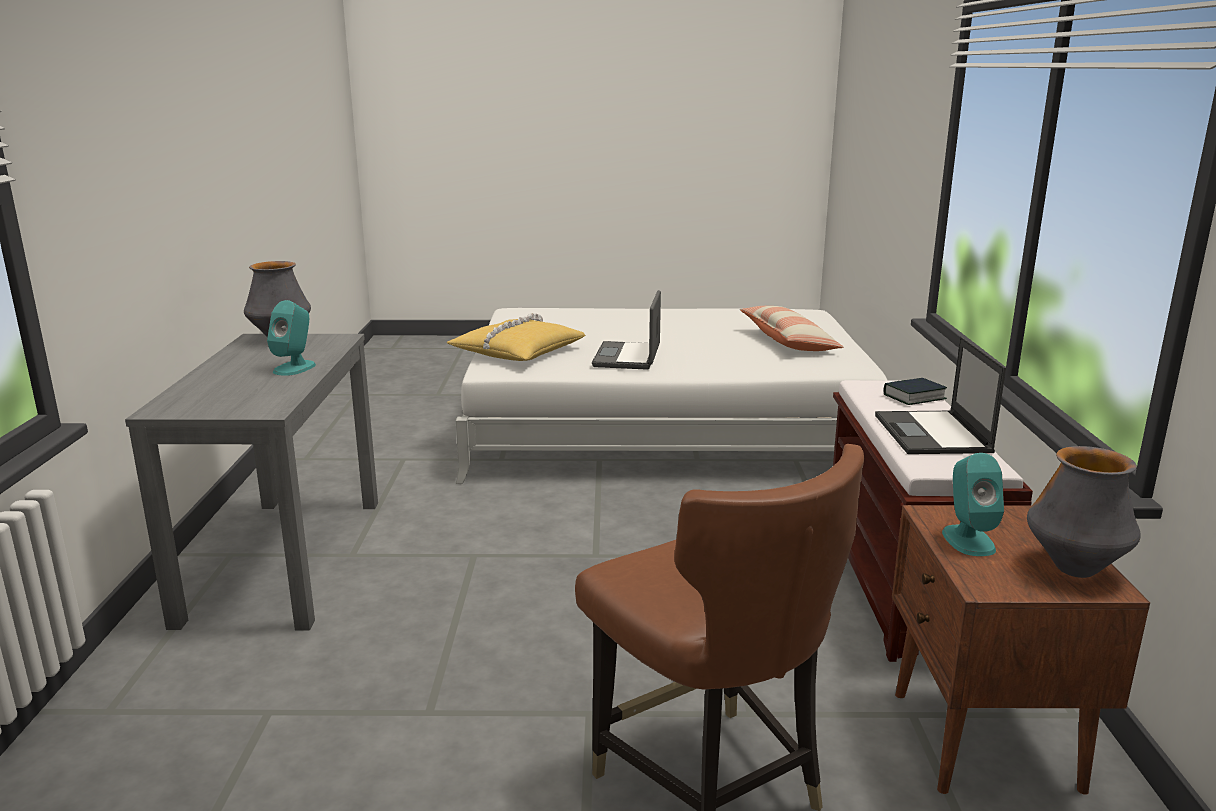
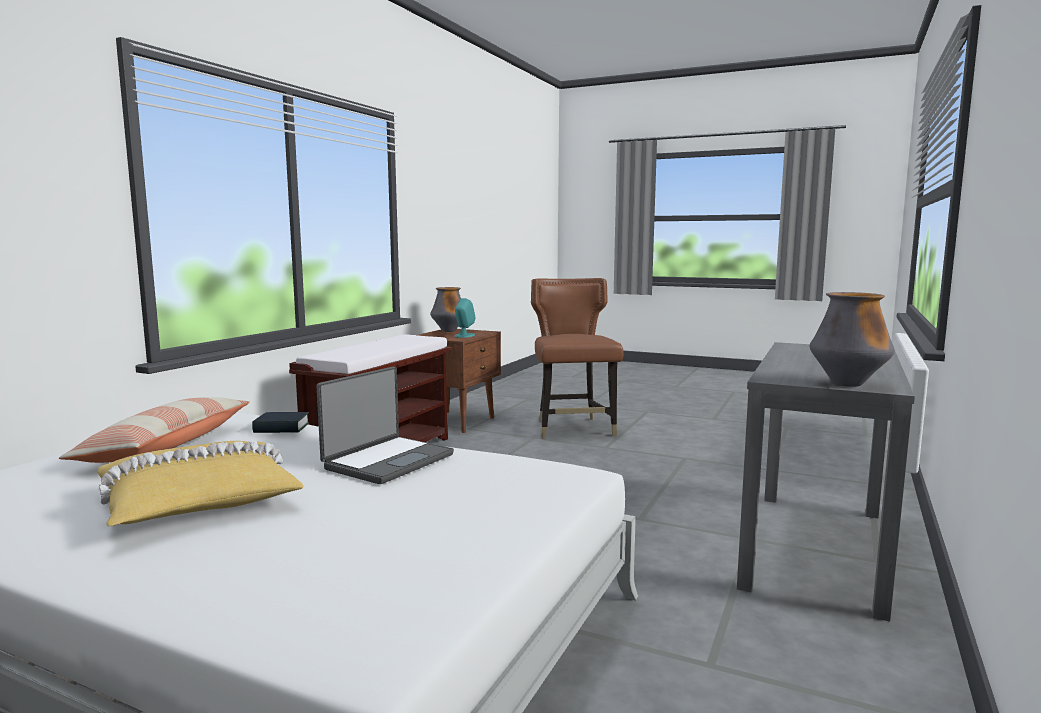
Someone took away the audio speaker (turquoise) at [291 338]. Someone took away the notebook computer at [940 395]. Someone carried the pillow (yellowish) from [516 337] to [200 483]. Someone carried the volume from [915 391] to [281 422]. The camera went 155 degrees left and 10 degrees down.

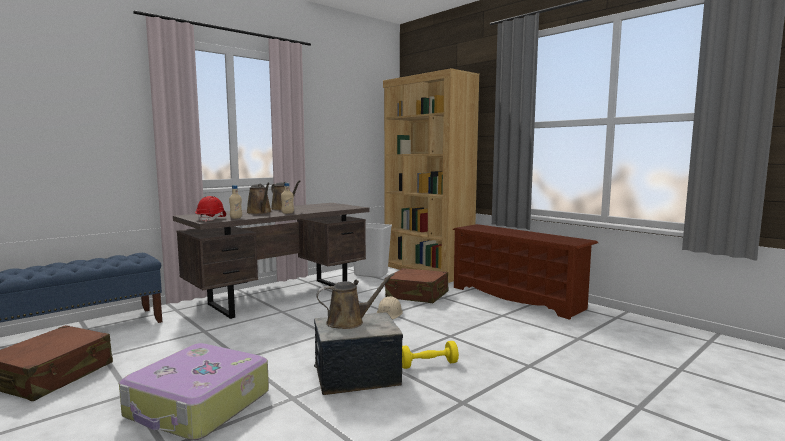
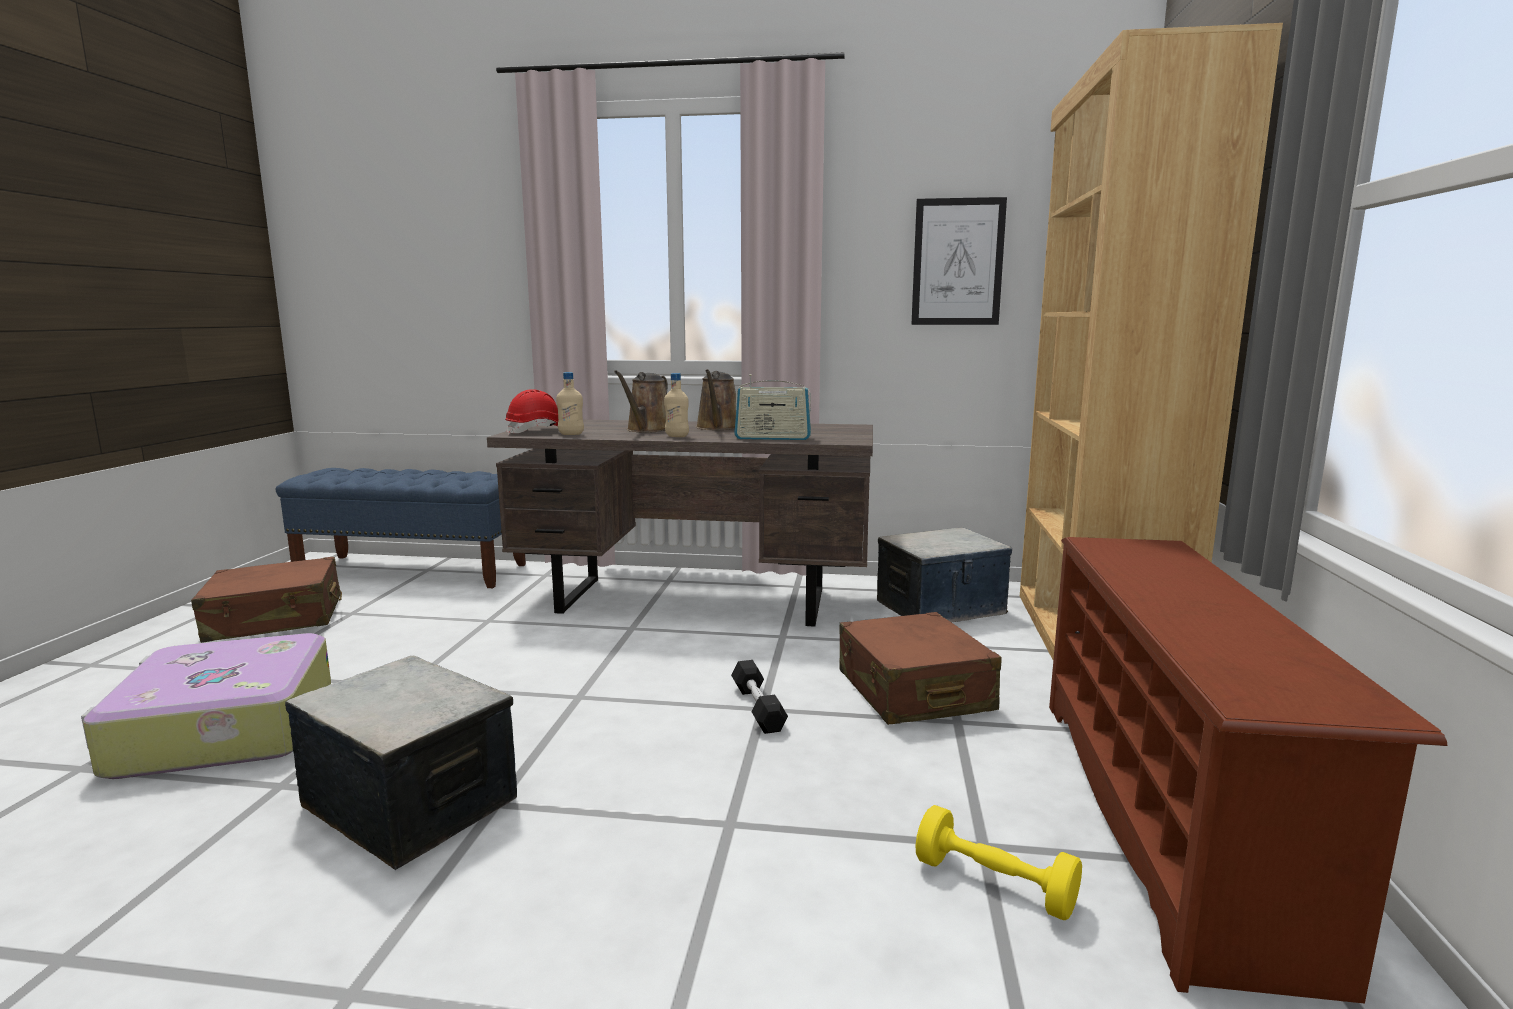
Someone took away the watering can (brown) at [355 301]. Someone put down the radio set at [772 407]. Someone put up the wall picture at [959 261]. Someone carried the dumbbell (yellowish) from [430 355] to [998 862]. Someone swapped the waste bin (white) at [372 250] for the storage bin at [944 574]. Someone swapped the hard hat (beige) at [390 308] for the dumbbell (black) at [759 697]. The camera went 50 degrees right and 5 degrees up.

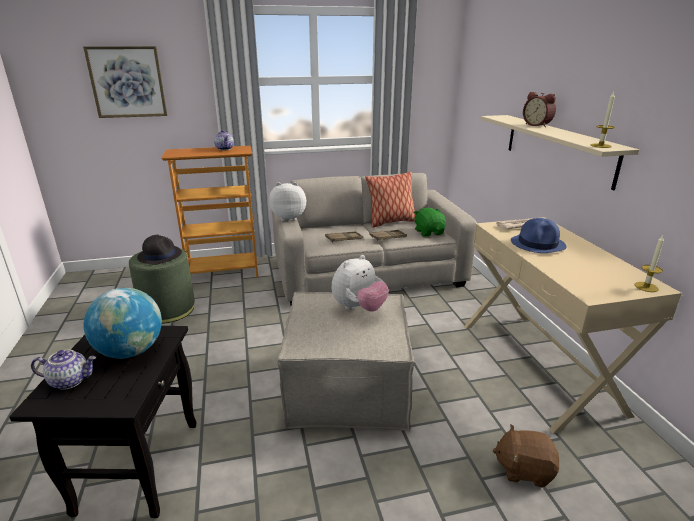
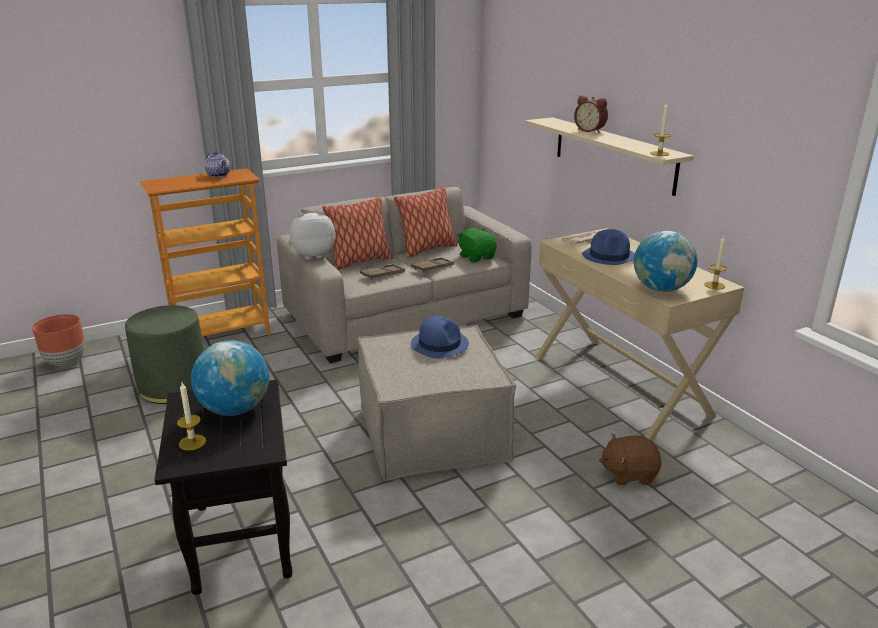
Someone took away the wall picture at [125 82]. Someone took away the clothing hat (black) at [159 250]. Someone put down the flower pot (brown) at [58 340]. Someone put down the pillow at [357 233]. Someone put down the globe at [666 261]. Someone swapped the tea pot at [63 370] for the wax candle at [191 417]. Someone swapped the soft toy at [360 283] for the clothing hat (blue) at [440 337]. The camera went 15 degrees left and 0 degrees up.

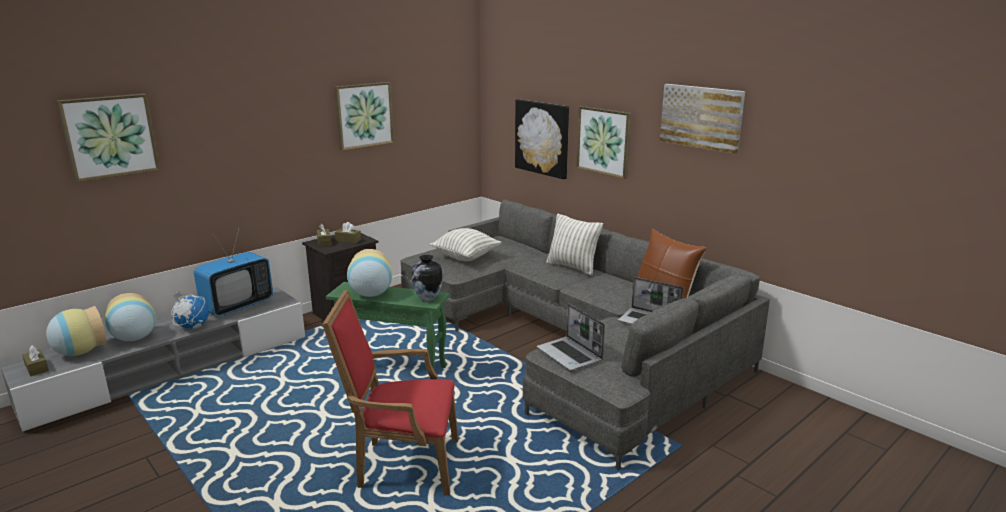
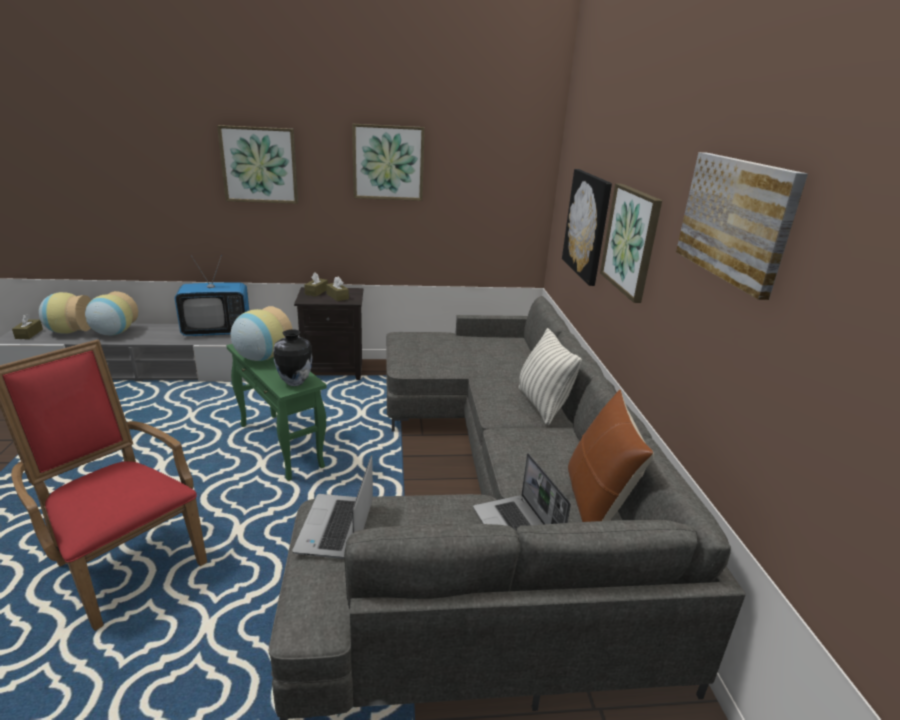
Someone took away the globe at [190 310]. Someone took away the pillow at [465 244]. Someone carried the wall picture from [108 138] to [257 164]. The camera went 35 degrees right and 5 degrees up.

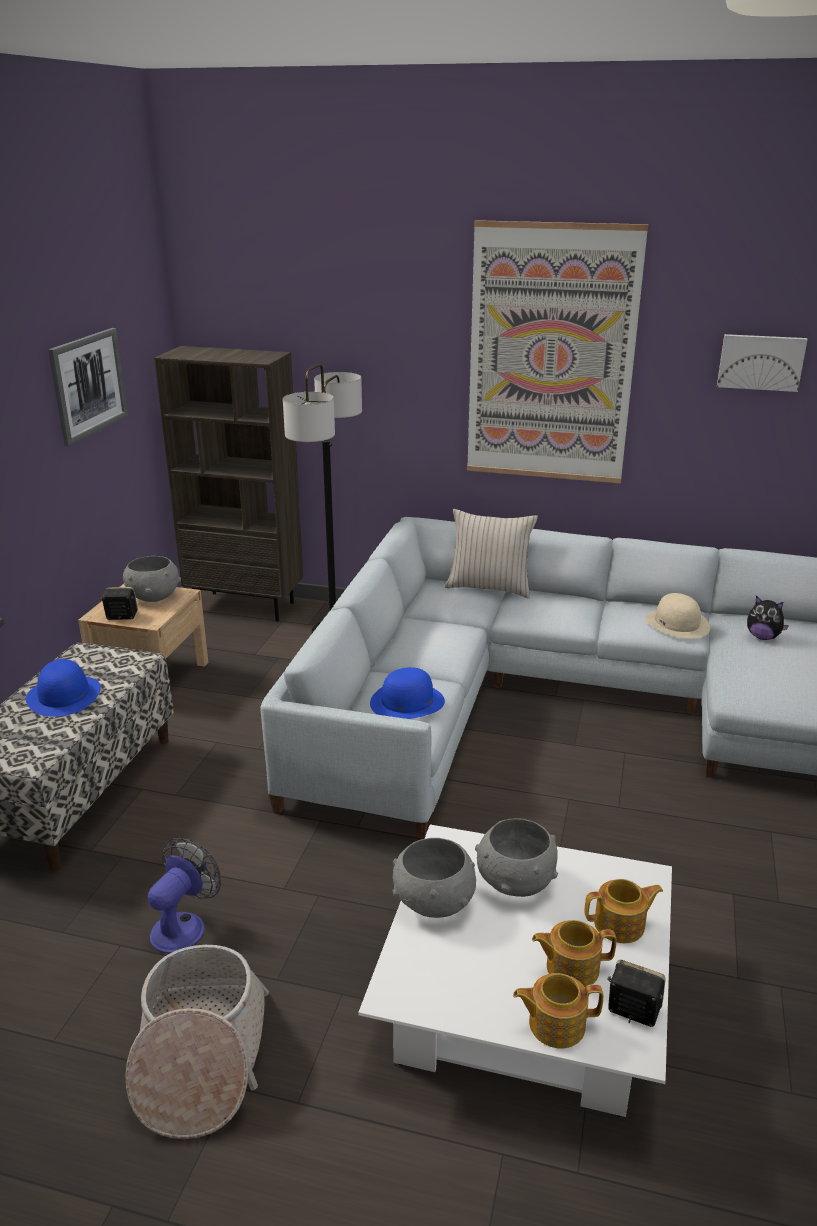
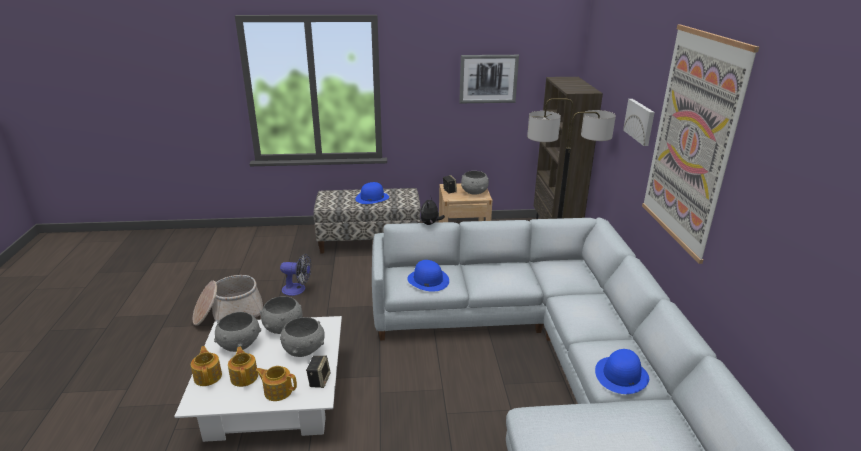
Someone took away the pillow (beige) at [491 553]. Someone put down the deep dish (greyish) at [237 332]. Someone carried the audio speaker from [636 993] to [318 372]. Someone carried the wall picture from [762 363] to [639 122]. Someone carried the soft toy from [768 618] to [432 210]. Someone repainted the clothing hat (beige) at [677 616], which became the clothing hat (blue) at [622 371]. Someone rotated the tea pot at [624 911] by 135 degrees clockwise. The camera went 70 degrees right and 0 degrees up.

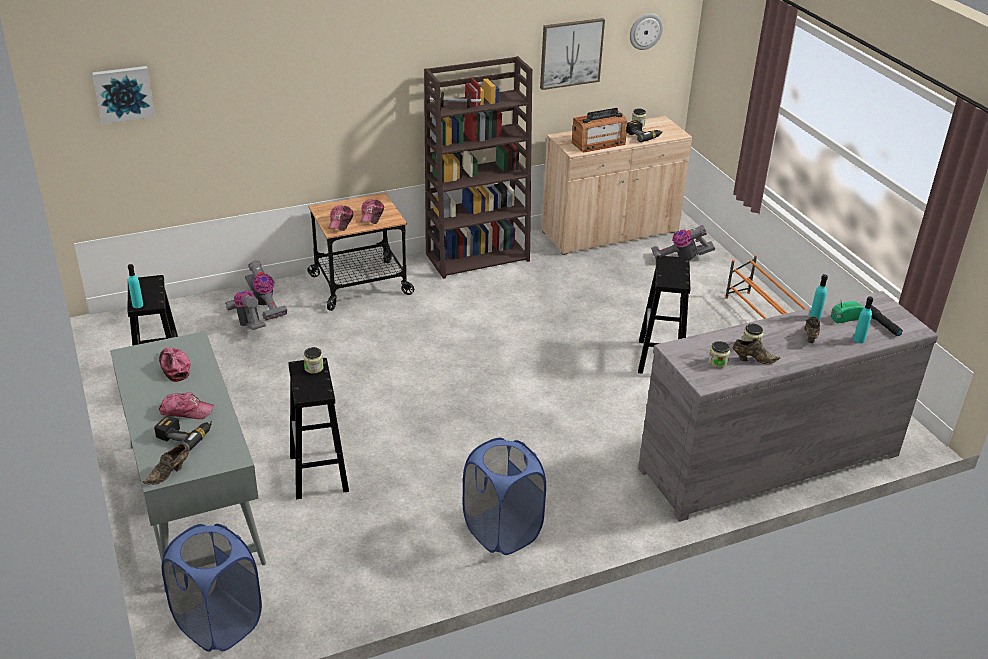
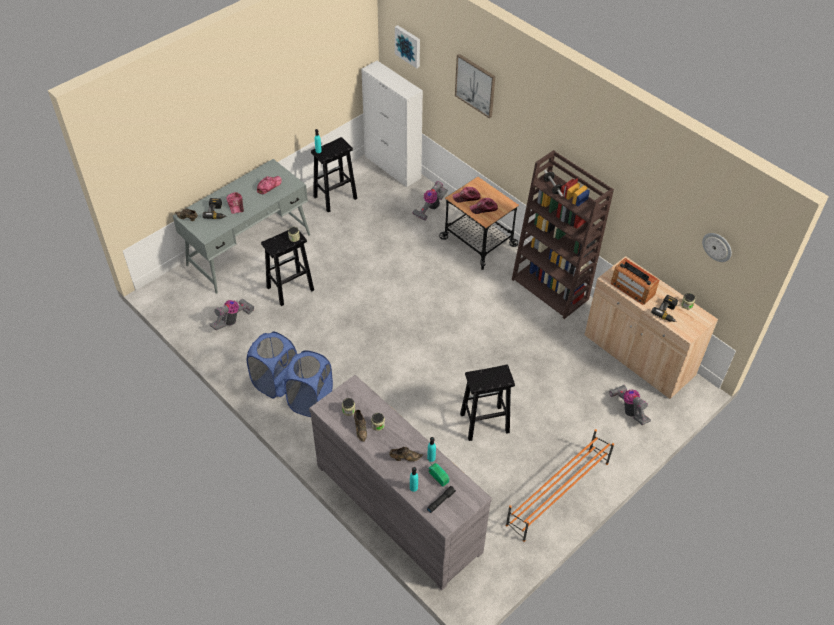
Someone put down the cupboard (white) at [392 124]. Someone carried the laundry basket (blue) from [211 588] to [308 383]. Someone carried the vacuum from [245 310] to [231 315]. Someone carried the wall picture from [572 54] to [475 86]. The camera went 70 degrees right and 15 degrees up.

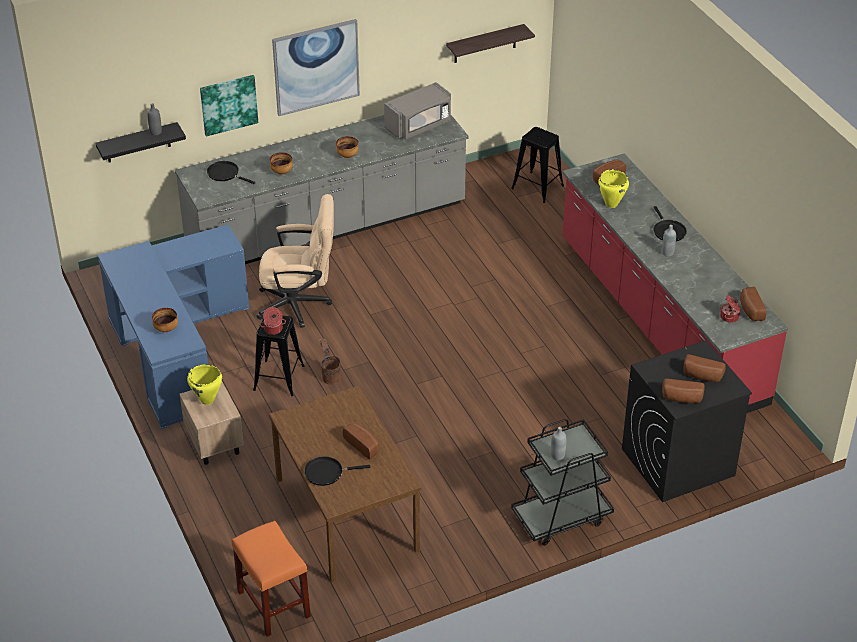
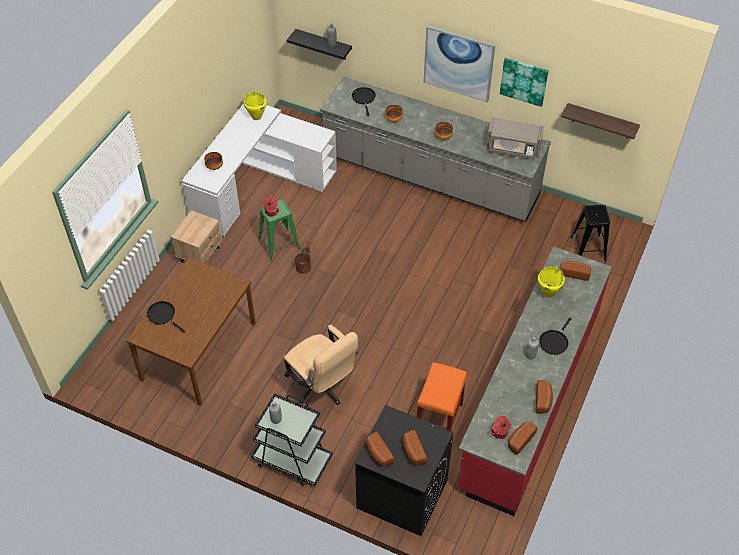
Someone carried the stockpot (yellowish) from [204 384] to [255 106]. Someone carried the wall picture from [229 105] to [524 82]. Someone carried the stool seat (orange) from [271 579] to [442 396]. Someone carried the office chair (beige) from [295 261] to [321 366]. Someone carried the bakery bread from [361 441] to [544 397]. Someone repainted the desk (blue) at [173 326], which became the desk (white) at [259 170]. Someone repainted the stool seat (black) at [278 356], which became the stool seat (green) at [279 230]. The camera went 50 degrees right and 10 degrees up.

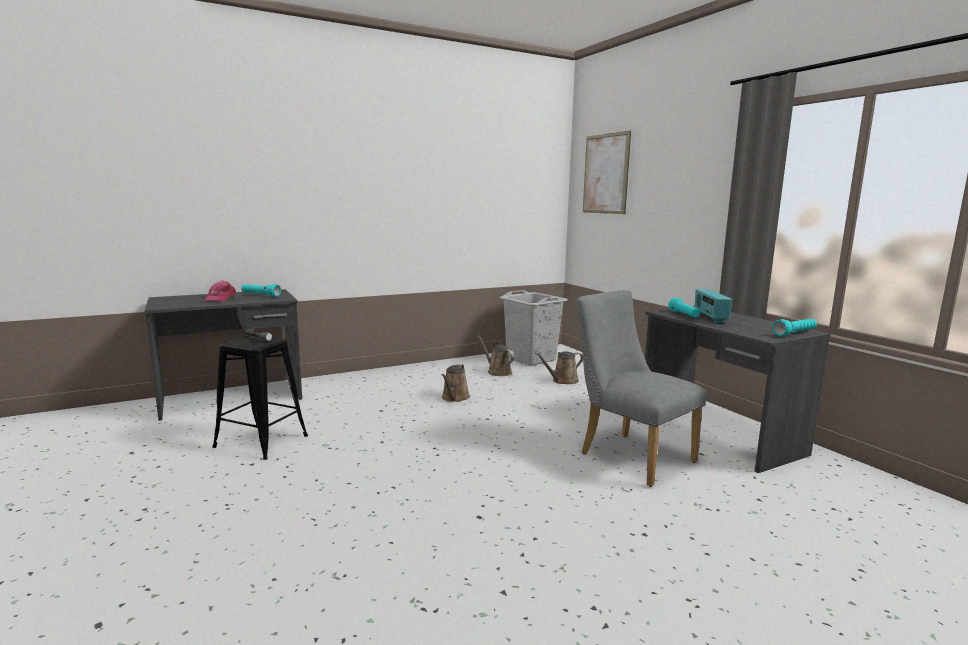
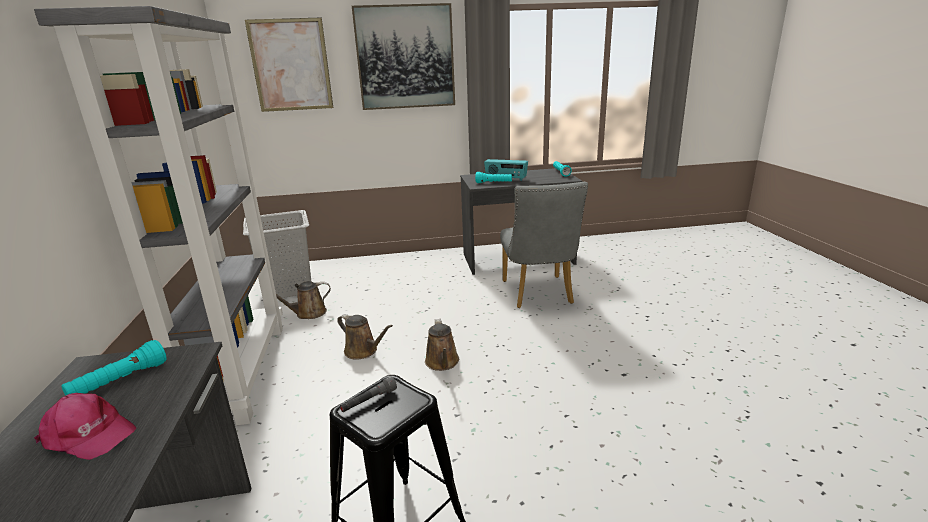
Someone put down the shelving unit (greyish) at [158 215]. Someone put up the wall picture at [403 56]. Someone carried the watering can (brown) from [559 367] to [442 345]. Someone rotated the upright chair (greyish) at [641 388] by 75 degrees counterclockwise. The camera went 70 degrees left and 10 degrees up.

